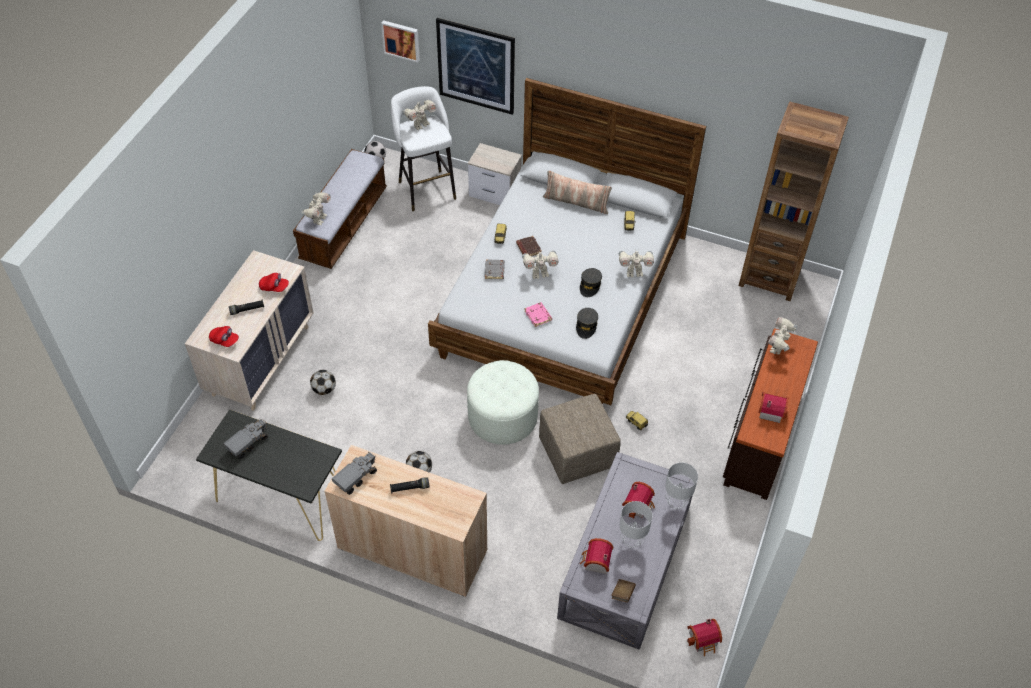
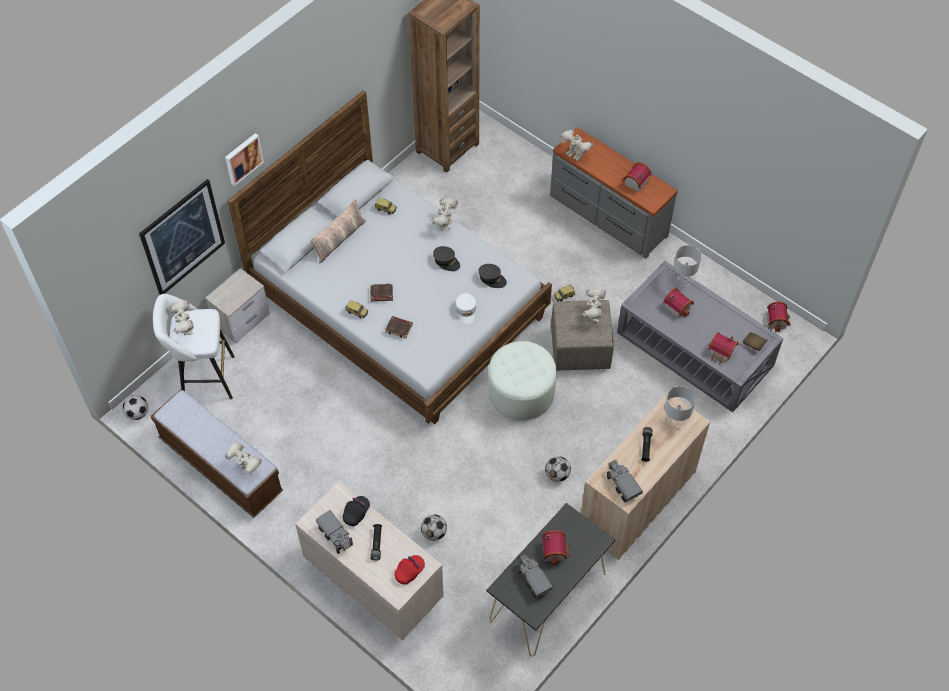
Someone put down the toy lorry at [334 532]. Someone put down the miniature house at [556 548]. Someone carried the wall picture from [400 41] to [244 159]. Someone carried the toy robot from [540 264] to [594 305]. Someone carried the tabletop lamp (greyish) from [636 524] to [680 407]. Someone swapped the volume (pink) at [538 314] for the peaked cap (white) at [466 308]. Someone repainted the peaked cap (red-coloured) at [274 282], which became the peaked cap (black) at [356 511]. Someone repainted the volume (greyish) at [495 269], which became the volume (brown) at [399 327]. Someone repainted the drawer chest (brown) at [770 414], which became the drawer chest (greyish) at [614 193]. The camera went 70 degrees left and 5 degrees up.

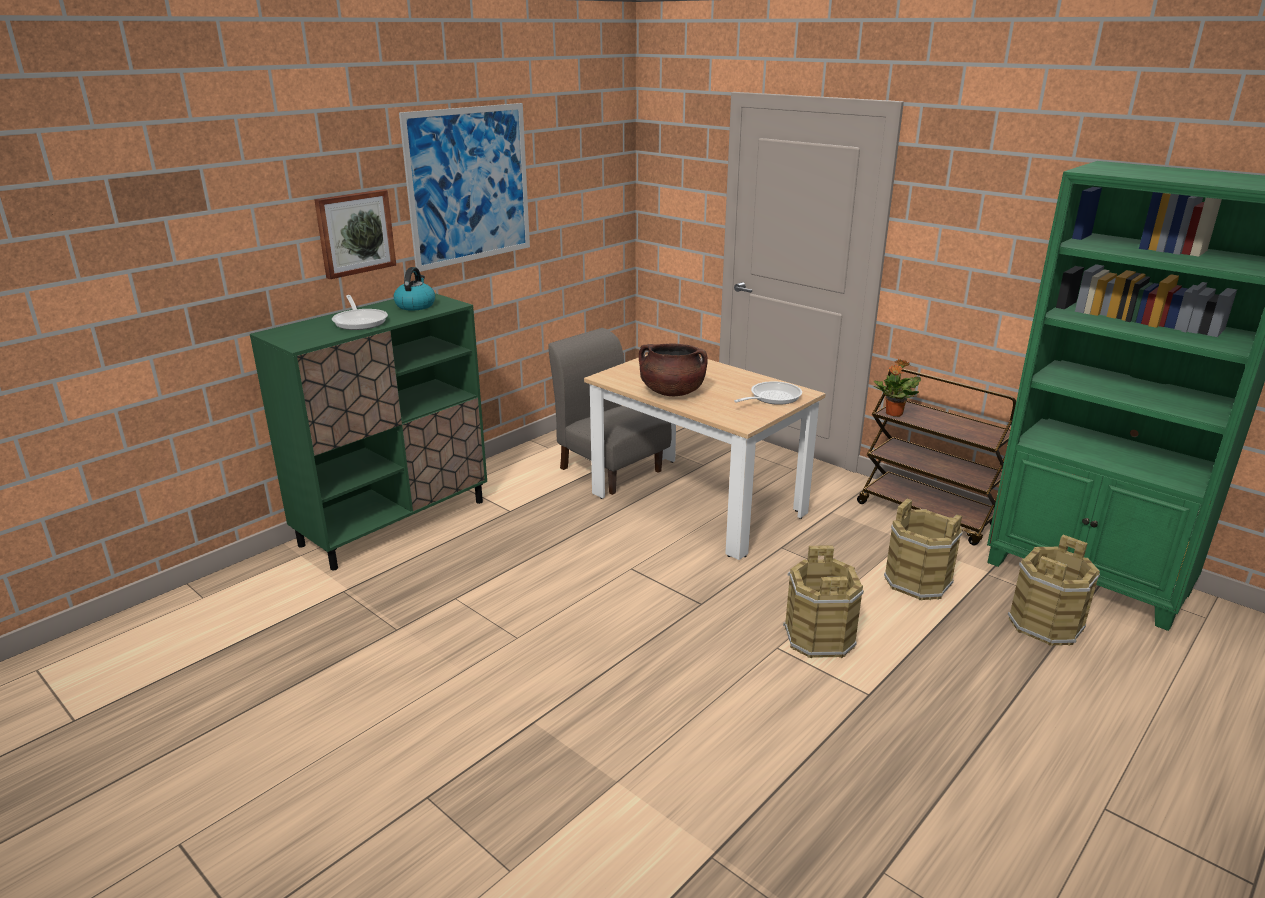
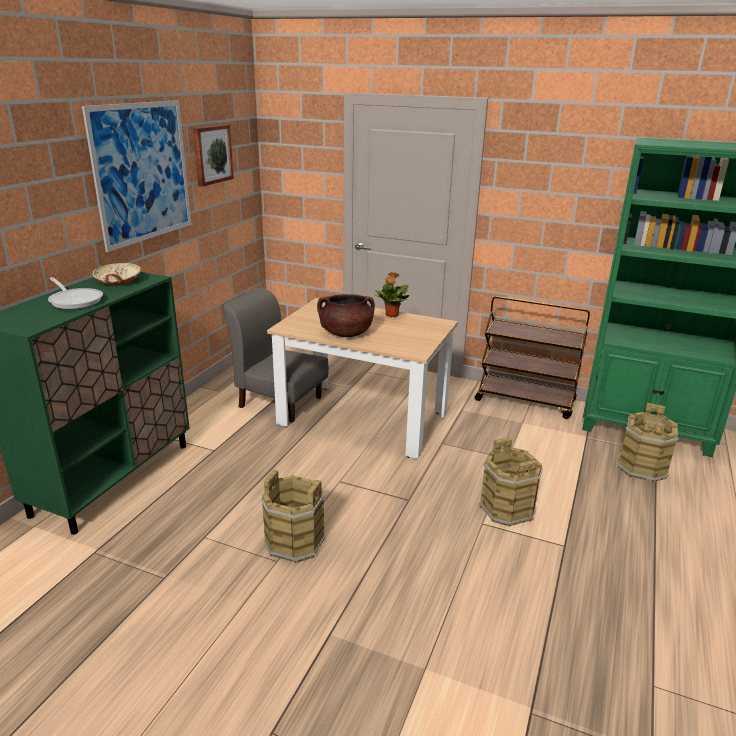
Someone took away the pan at [768 393]. Someone carried the wall picture from [355 234] to [213 155]. Someone carried the plant in a pot from [897 388] to [392 294]. Someone carried the water bucket (brown) from [923 550] to [293 516]. Someone swapped the kettle at [414 288] for the deep dish (beige) at [117 274]. The camera went 20 degrees left and 0 degrees up.

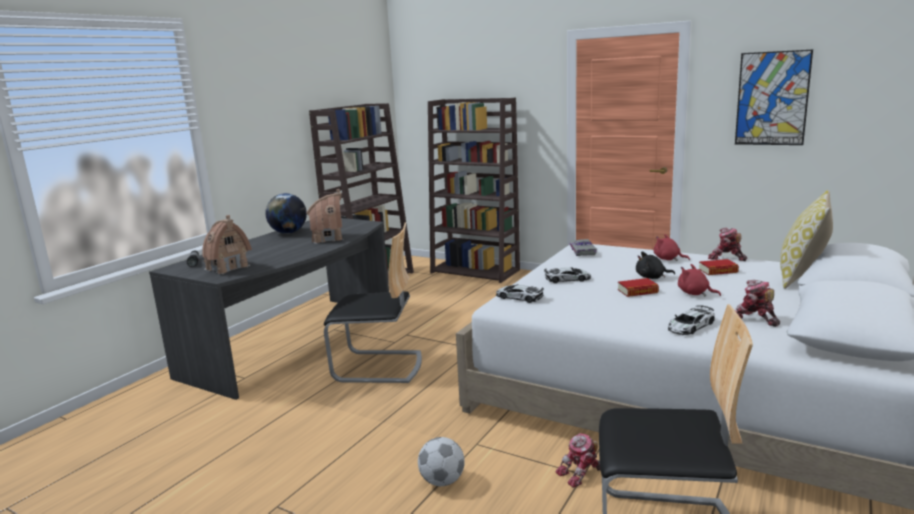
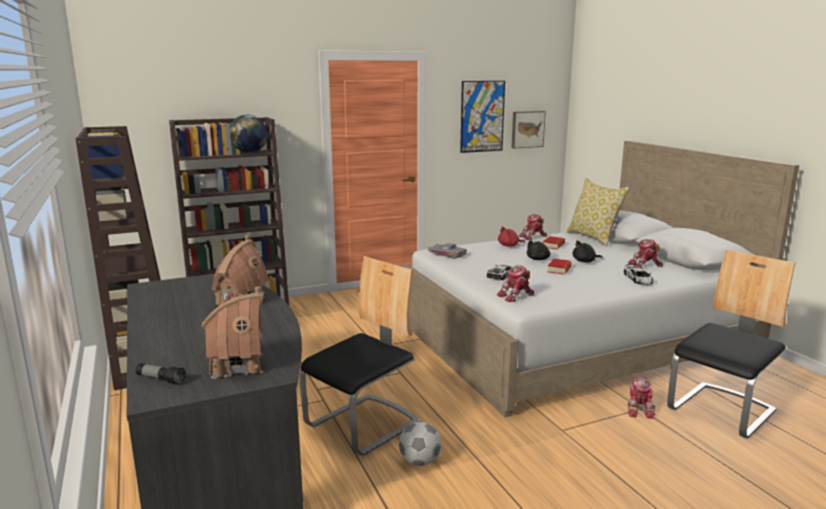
Someone put up the wall picture at [529 129]. Someone carried the globe from [286 213] to [249 134]. Someone carried the ball for football from [441 461] to [420 444]. Someone swapped the toy car at [520 293] for the toy robot at [515 283]. Someone repainted the soft toy (red-coloured) at [699 280], which became the soft toy (black) at [587 251]. The camera went 55 degrees left and 0 degrees up.

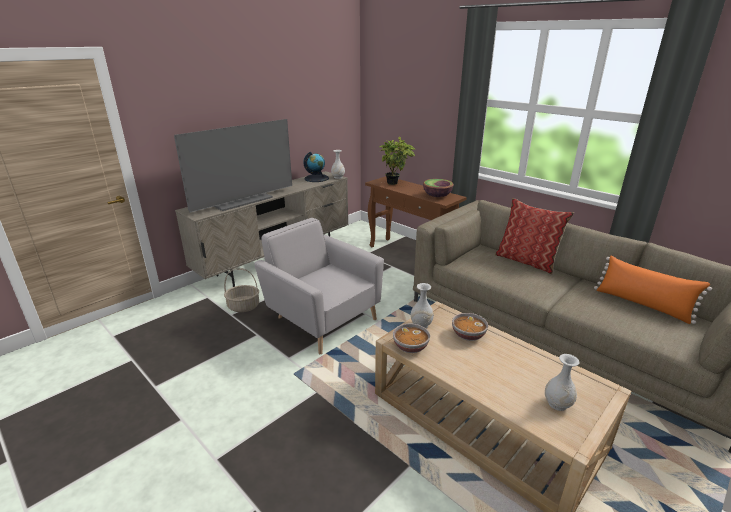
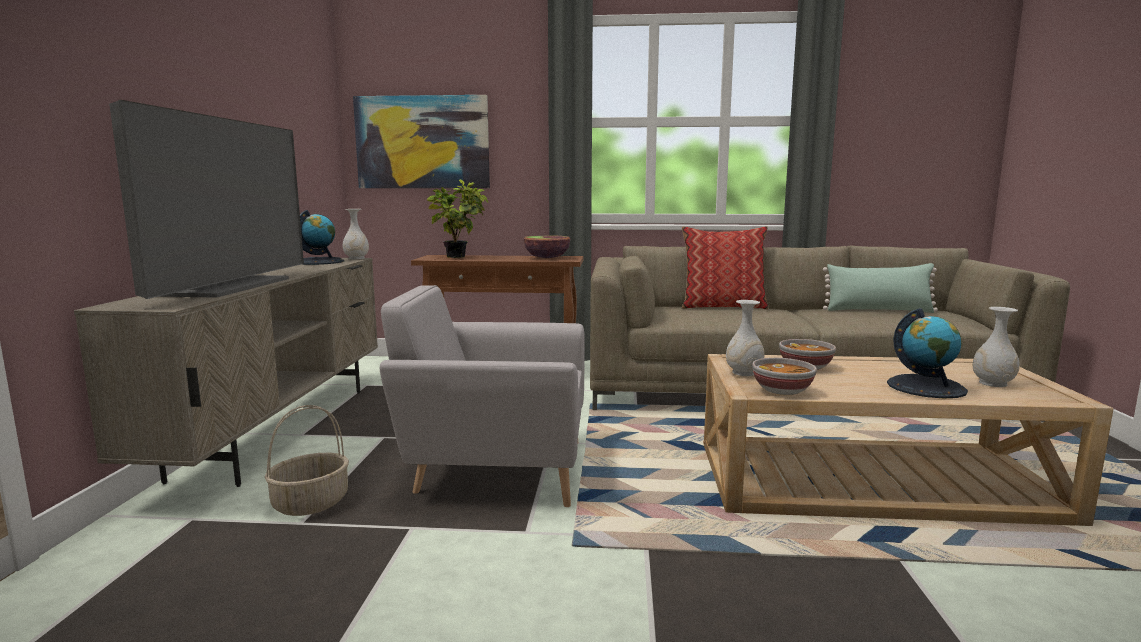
Someone put up the wall picture at [421 141]. Someone put down the globe at [927 353]. Someone repainted the pillow (orange) at [653 290], which became the pillow (green) at [880 288]. The camera went 40 degrees left and 15 degrees down.

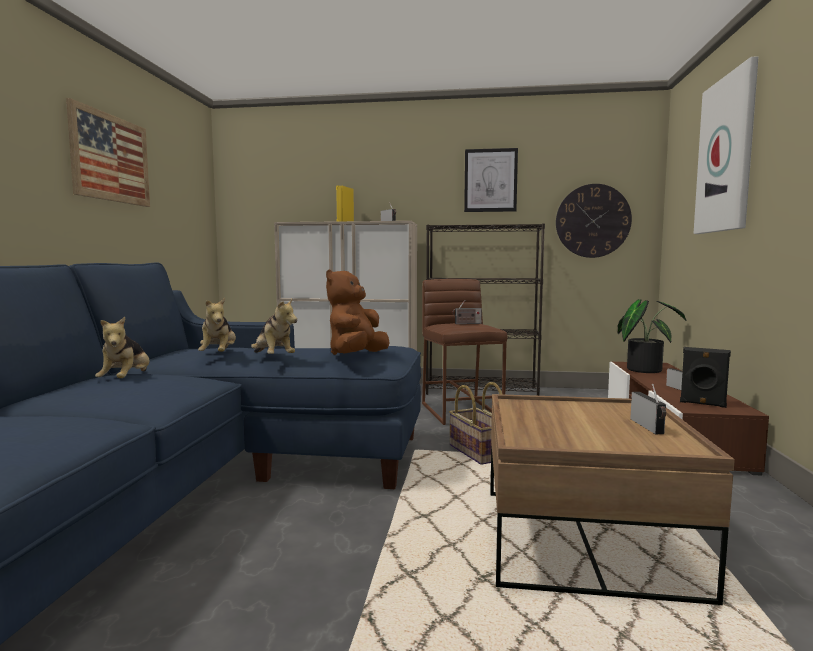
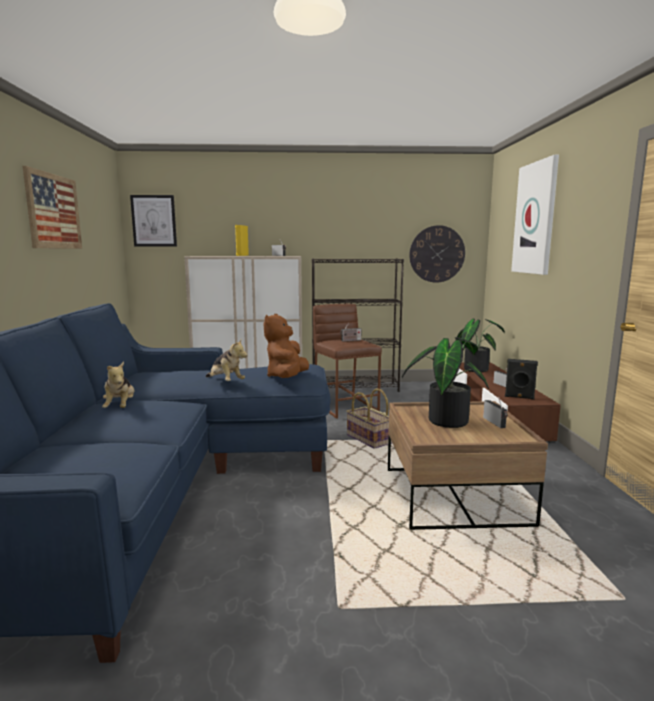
Someone took away the soft toy at [217 325]. Someone put down the plant in a pot at [445 382]. Someone carried the wall picture from [491 180] to [153 221]. The camera went 10 degrees left and 5 degrees up.

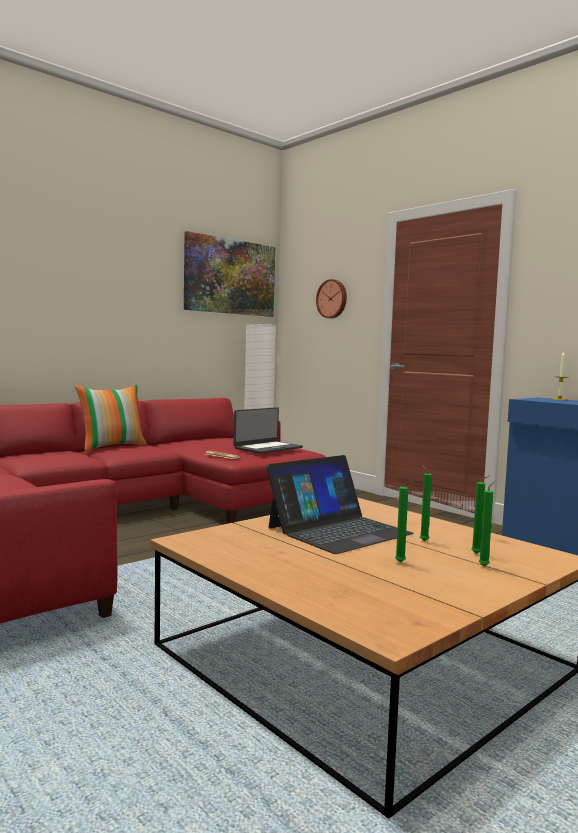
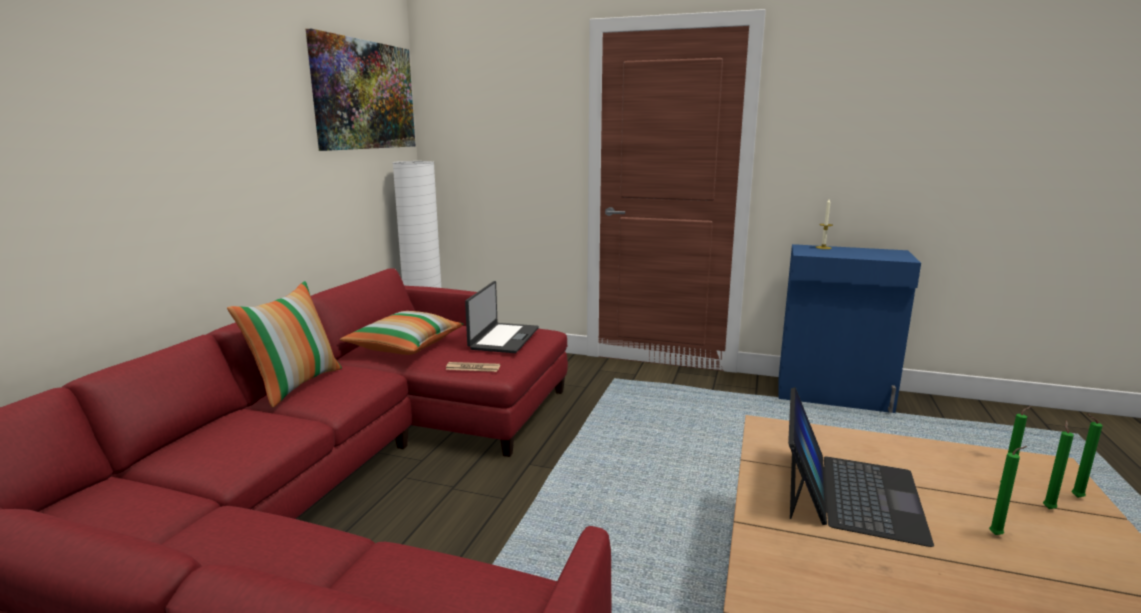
Someone took away the clock on the wall at [331 299]. Someone put down the pillow at [402 333]. Someone carried the wax candle (green) from [426 503] to [1087 456]. The camera went 30 degrees left and 10 degrees up.

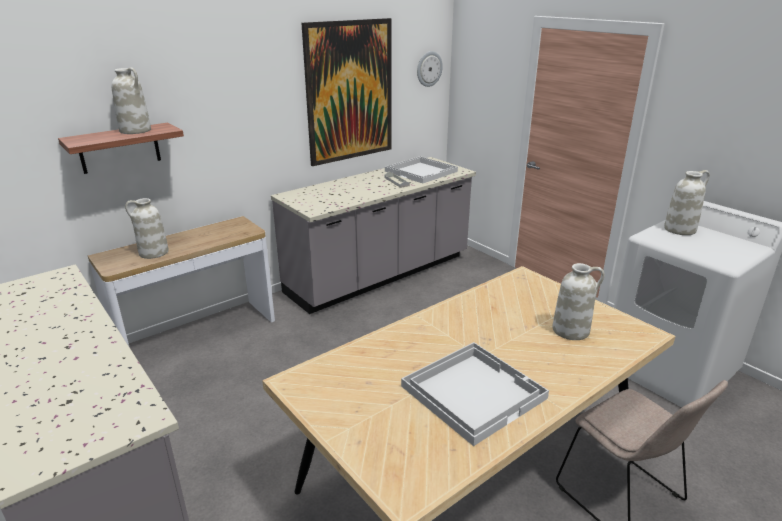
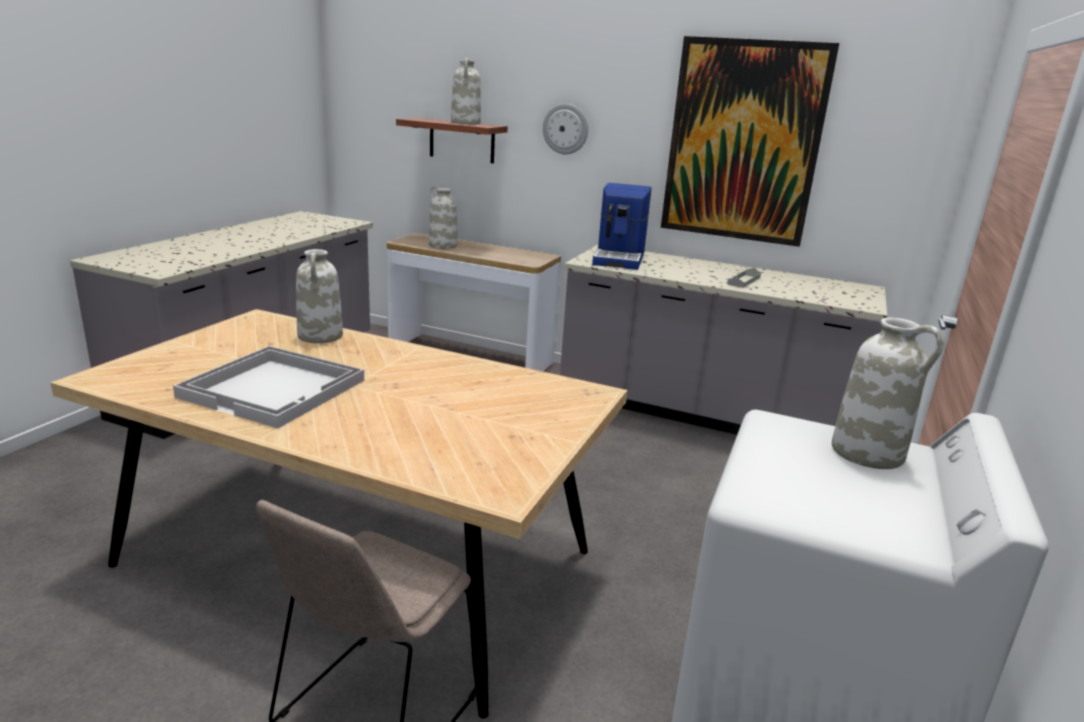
Someone took away the serving tray (white) at [421 169]. Someone put down the coffee machine at [622 226]. Someone carried the clock on the wall from [430 69] to [565 128]. Someone carried the flower vase (white) from [578 301] to [319 296]. The camera went 60 degrees right and 5 degrees down.

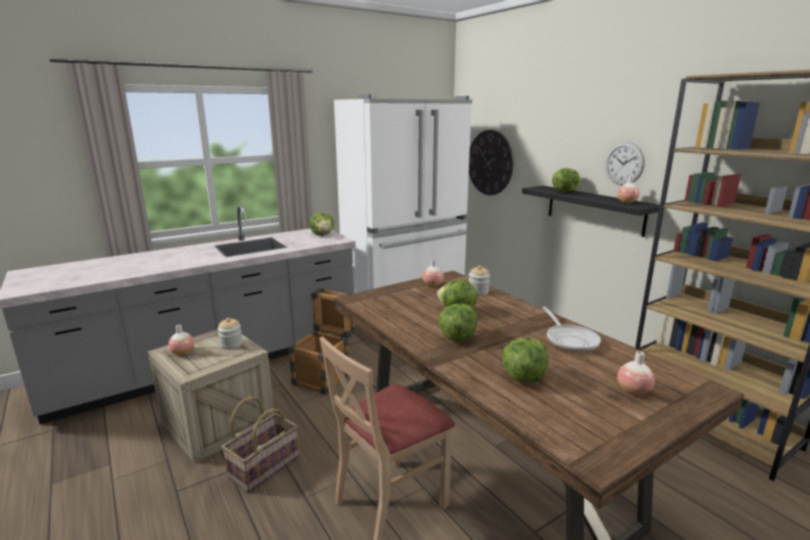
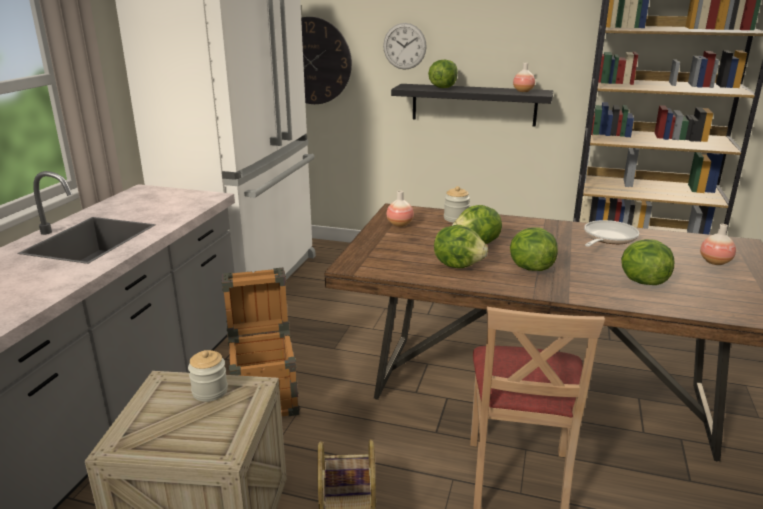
Someone took away the flower vase at [181 340]. Someone carried the lettuce from [322 224] to [461 246]. Someone carried the clock on the wall from [625 163] to [405 46]. Someone rotated the pan at [571 329] by 90 degrees counterclockwise. The camera went 40 degrees left and 5 degrees up.

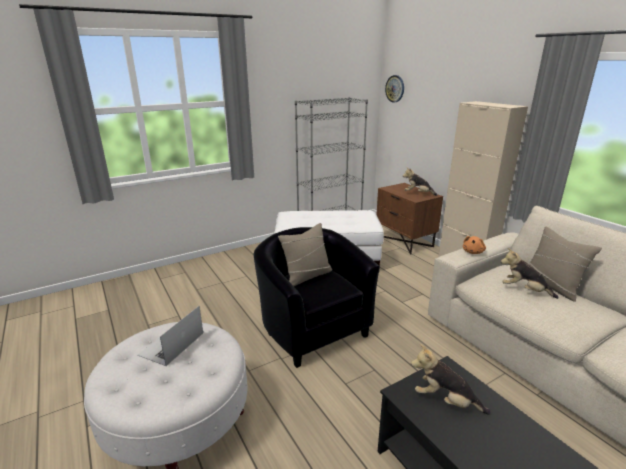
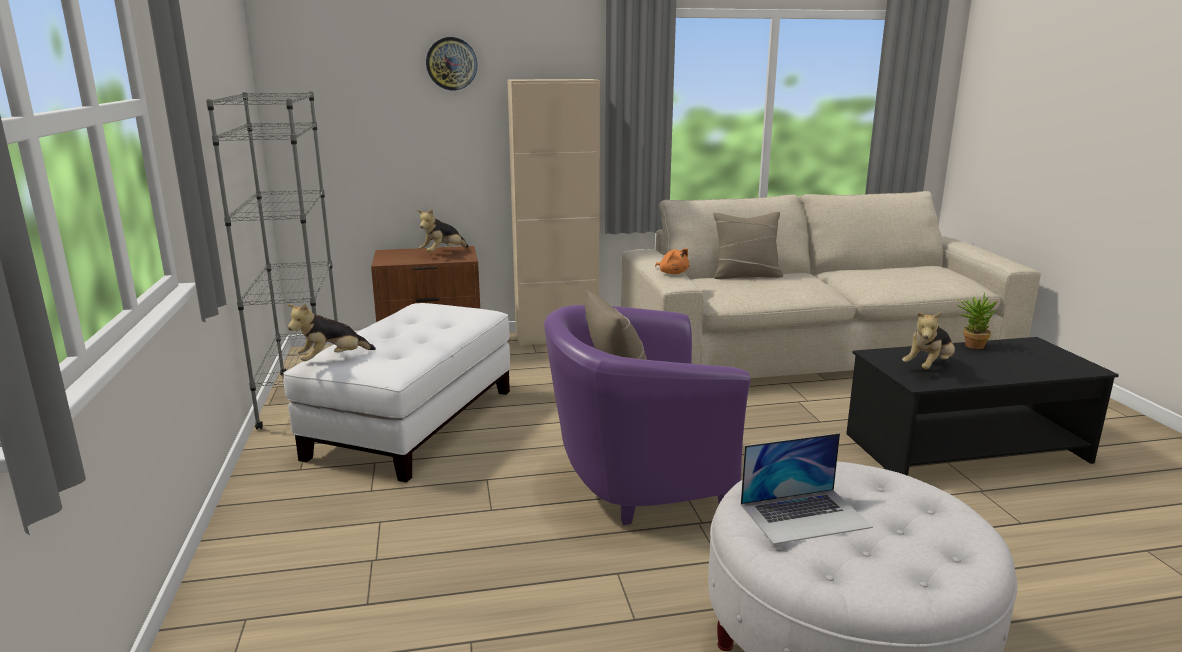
Someone put down the plant in a pot at [976 320]. Someone carried the clock on the wall from [394 88] to [452 63]. Someone carried the soft toy from [530 273] to [331 332]. Someone repainted the lounge chair (black) at [316 297], which became the lounge chair (purple) at [647 415]. Someone rotated the notebook computer at [170 336] by 60 degrees counterclockwise. The camera went 70 degrees left and 5 degrees down.

